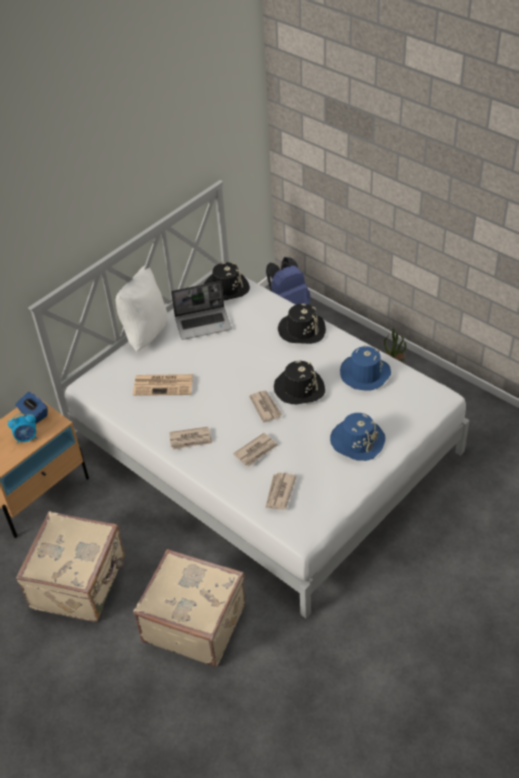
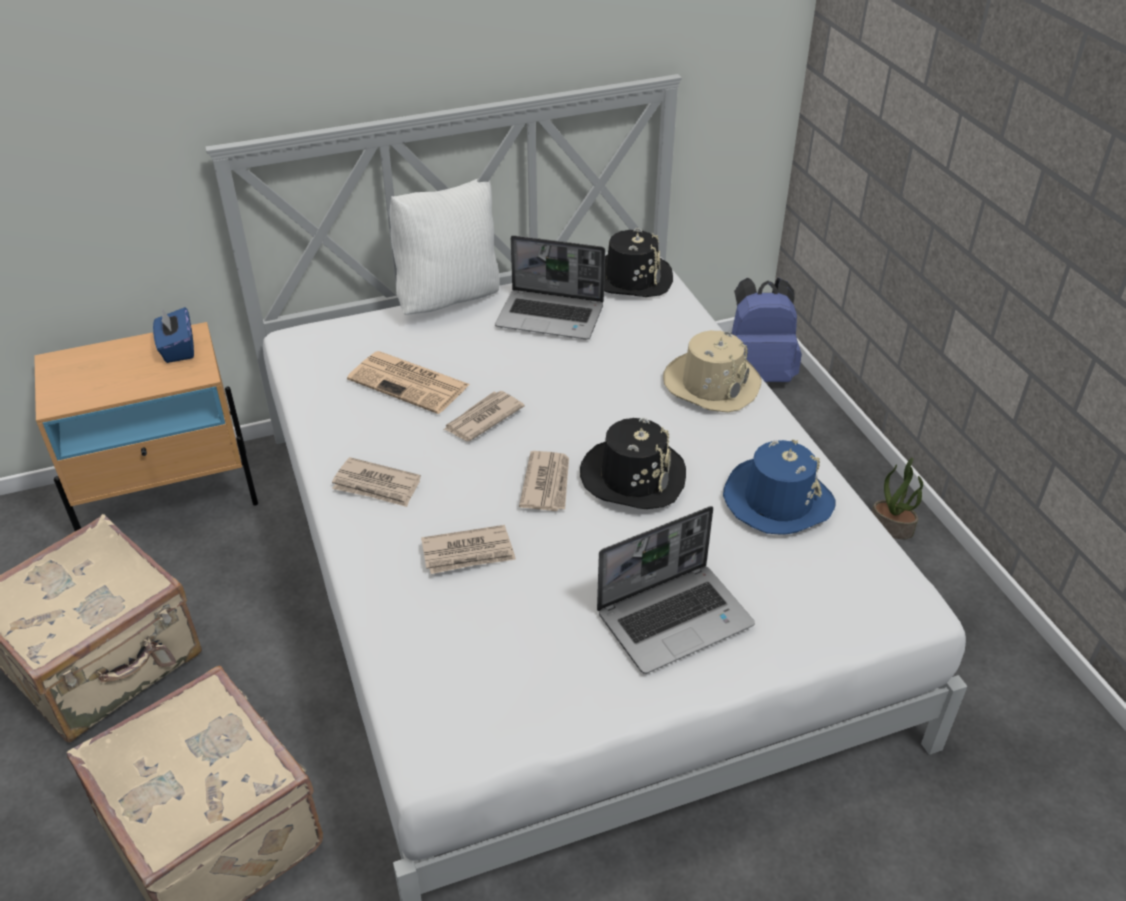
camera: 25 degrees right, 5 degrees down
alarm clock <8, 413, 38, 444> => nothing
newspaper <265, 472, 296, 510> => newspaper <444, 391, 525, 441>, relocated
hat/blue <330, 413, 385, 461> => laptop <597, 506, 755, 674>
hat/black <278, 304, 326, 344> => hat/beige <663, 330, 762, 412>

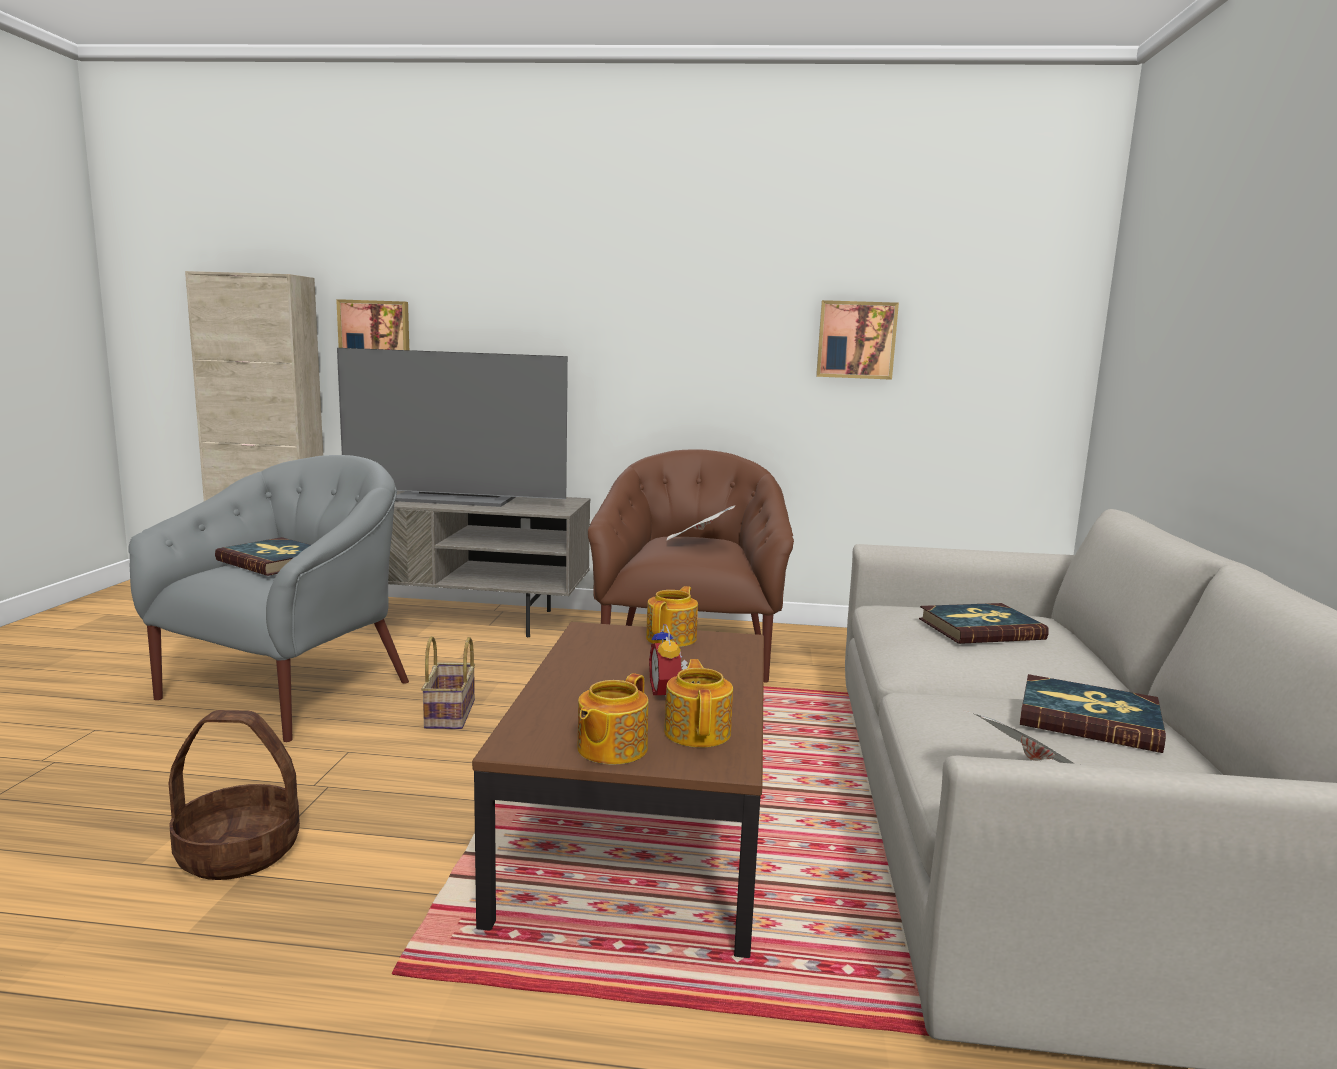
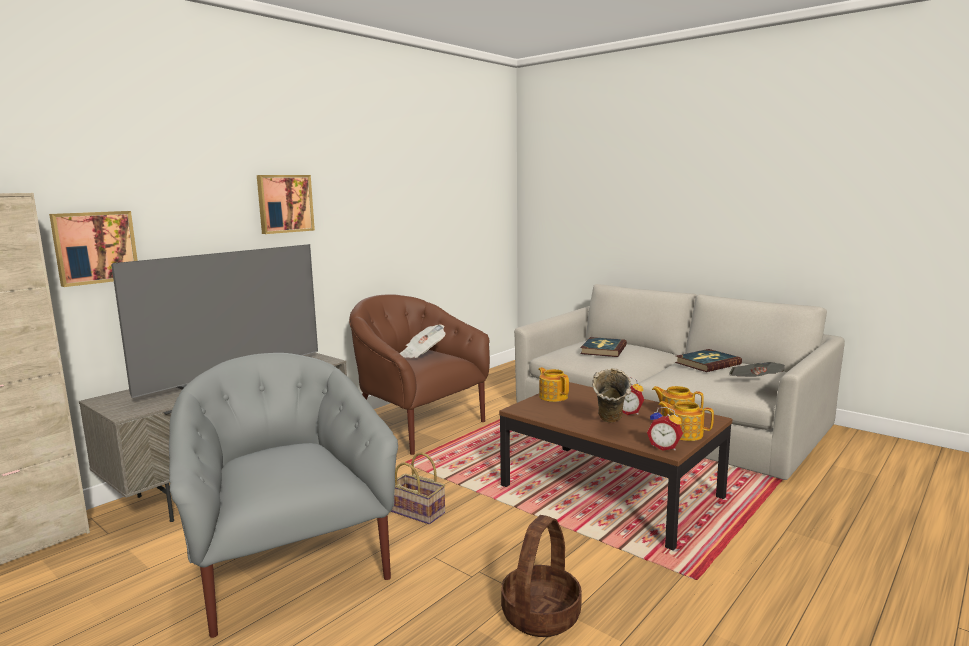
camera: 55 degrees left, 0 degrees up
book <215, 537, 311, 576> => nothing
nothing => vase/beige <592, 368, 631, 423>
nothing => alarm clock <647, 407, 683, 451>
picture <816, 300, 899, 380> => picture <257, 175, 315, 234>, relocated
teapot <578, 673, 648, 765> => teapot <658, 401, 714, 441>, 150 degrees clockwise

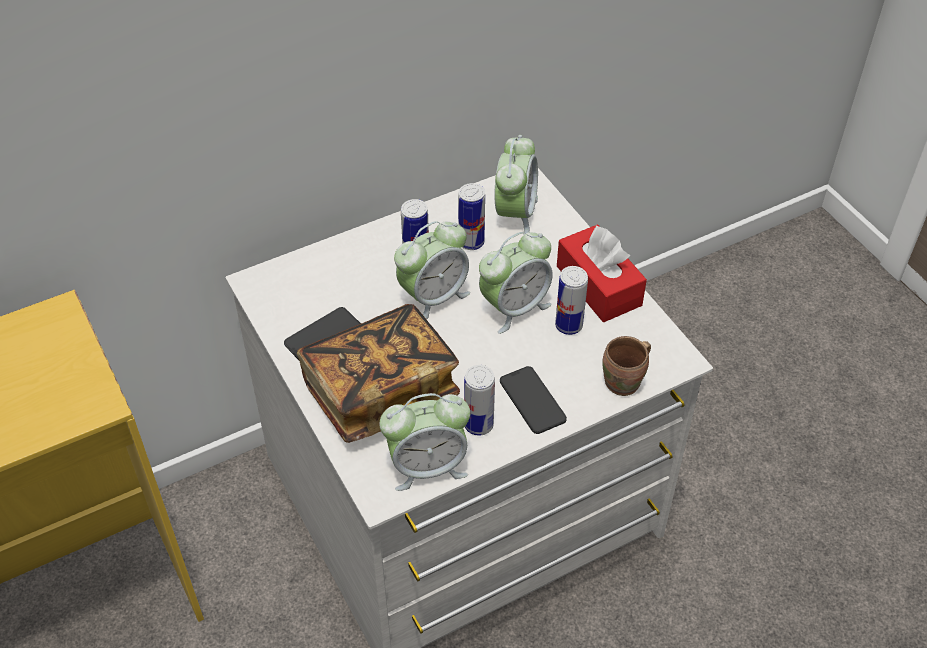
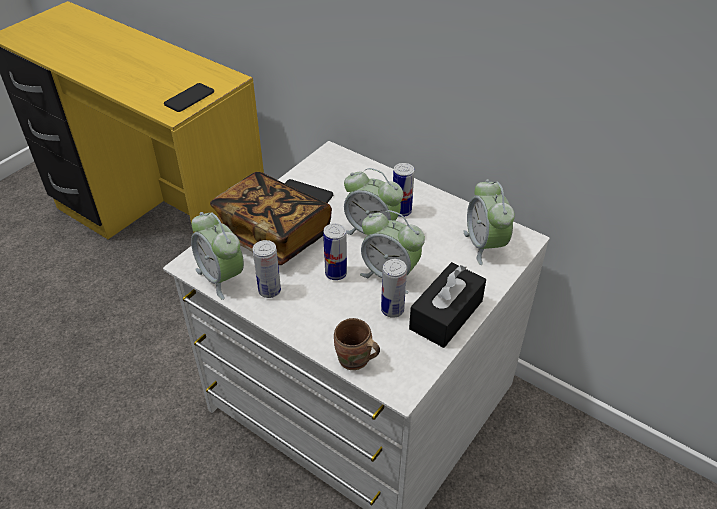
camera: 65 degrees right, 5 degrees down
can <458, 183, 485, 250> => can <323, 223, 347, 280>, relocated
phone <500, 366, 567, 434> => phone <164, 83, 214, 112>, relocated
tissue box/red <557, 224, 647, 322> => tissue box/black <409, 262, 486, 348>
alarm clock <495, 135, 538, 235> => alarm clock <463, 179, 515, 265>, 90 degrees clockwise

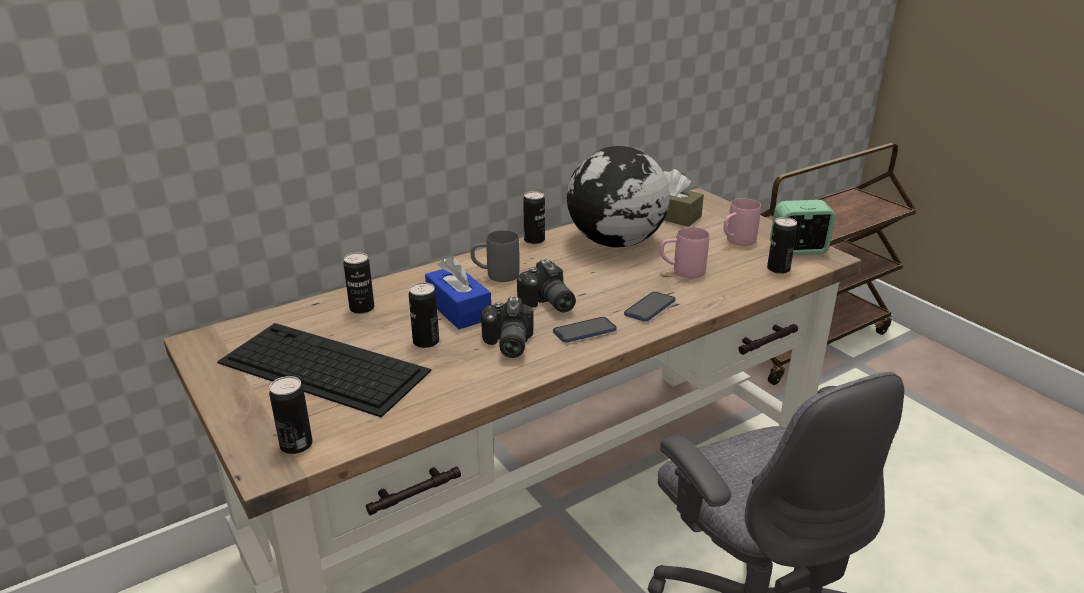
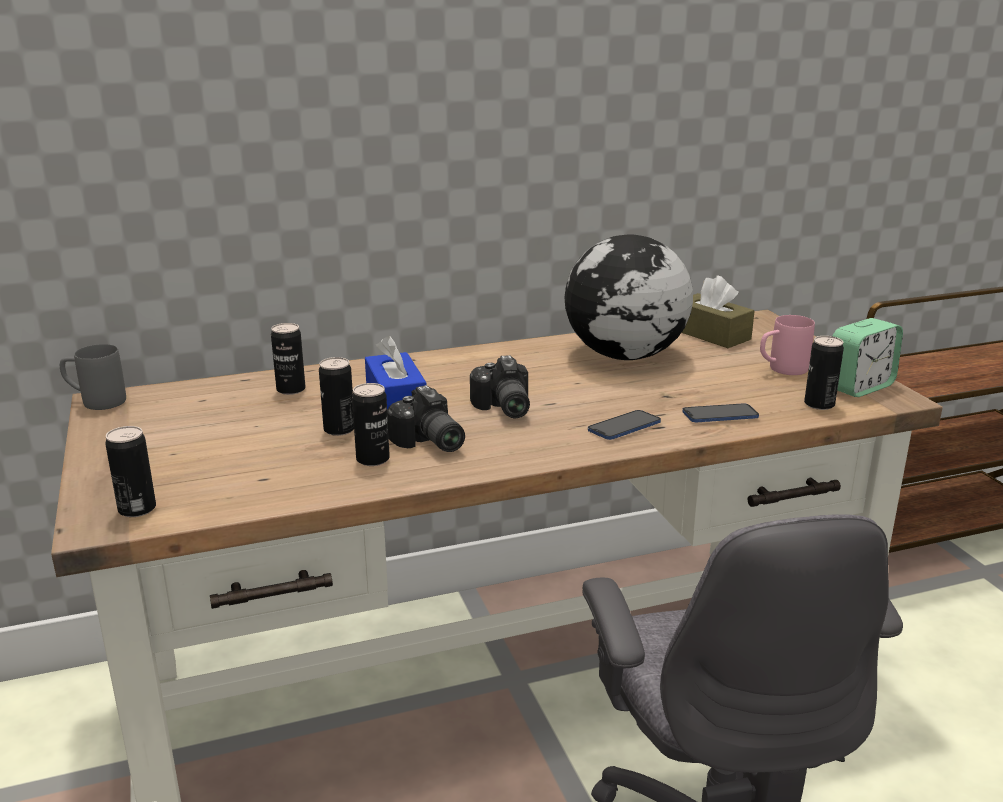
camera: 15 degrees right, 5 degrees down
keyboard <217, 323, 431, 418> => nothing
mug/pink <660, 227, 709, 278> => nothing
mug/grey <471, 230, 520, 282> => mug/grey <60, 344, 126, 410>, relocated
can <523, 191, 545, 244> => can <352, 383, 390, 466>, relocated
phone <553, 317, 617, 343> => phone <682, 403, 759, 422>, relocated
photo camera <481, 297, 533, 358> => photo camera <387, 385, 465, 452>, 45 degrees counterclockwise
alarm clock <770, 200, 836, 255> => alarm clock <833, 318, 903, 397>, 135 degrees clockwise

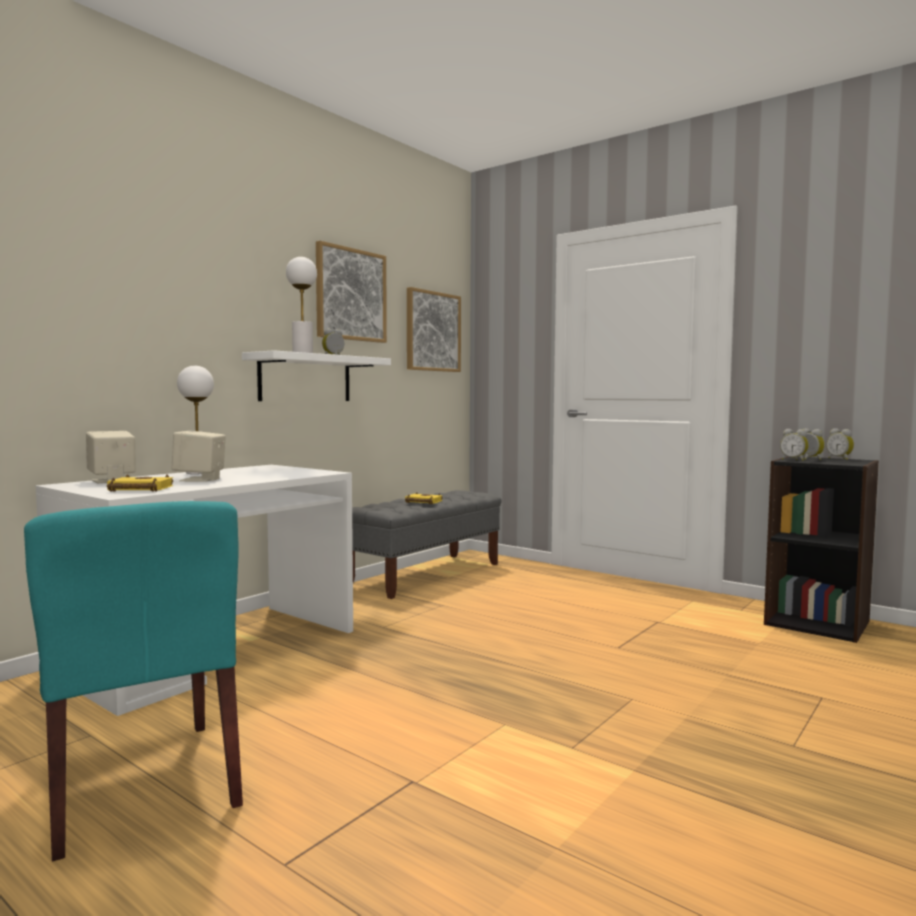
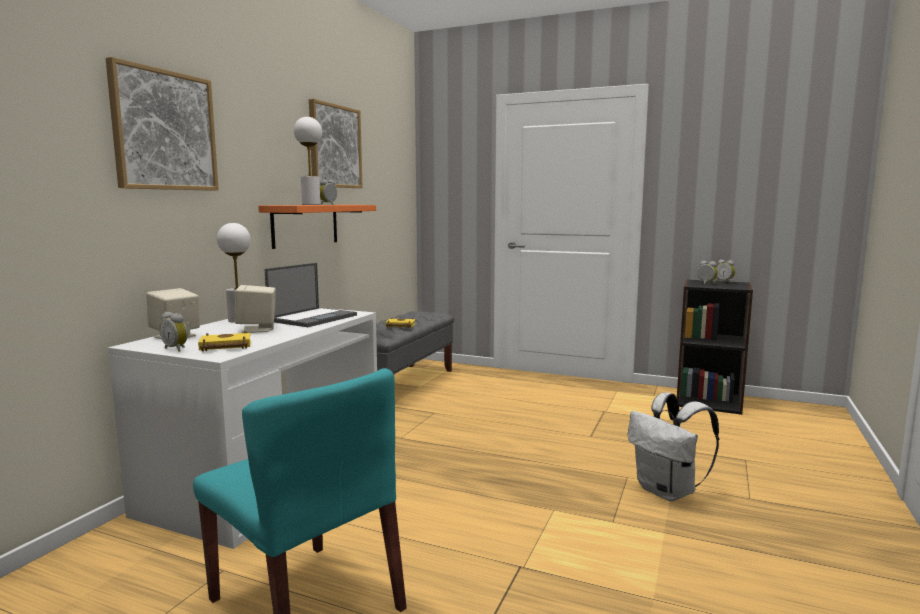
camera: 15 degrees left, 5 degrees up
nothing => laptop <265, 263, 357, 327>
nothing => backpack/white <627, 393, 719, 501>
picture <407, 287, 461, 372> => picture <106, 57, 219, 191>, relocated
alarm clock <780, 429, 809, 461> => alarm clock <159, 312, 188, 352>, relocated
shelf/white <242, 350, 391, 401> => shelf/orange <258, 205, 376, 249>

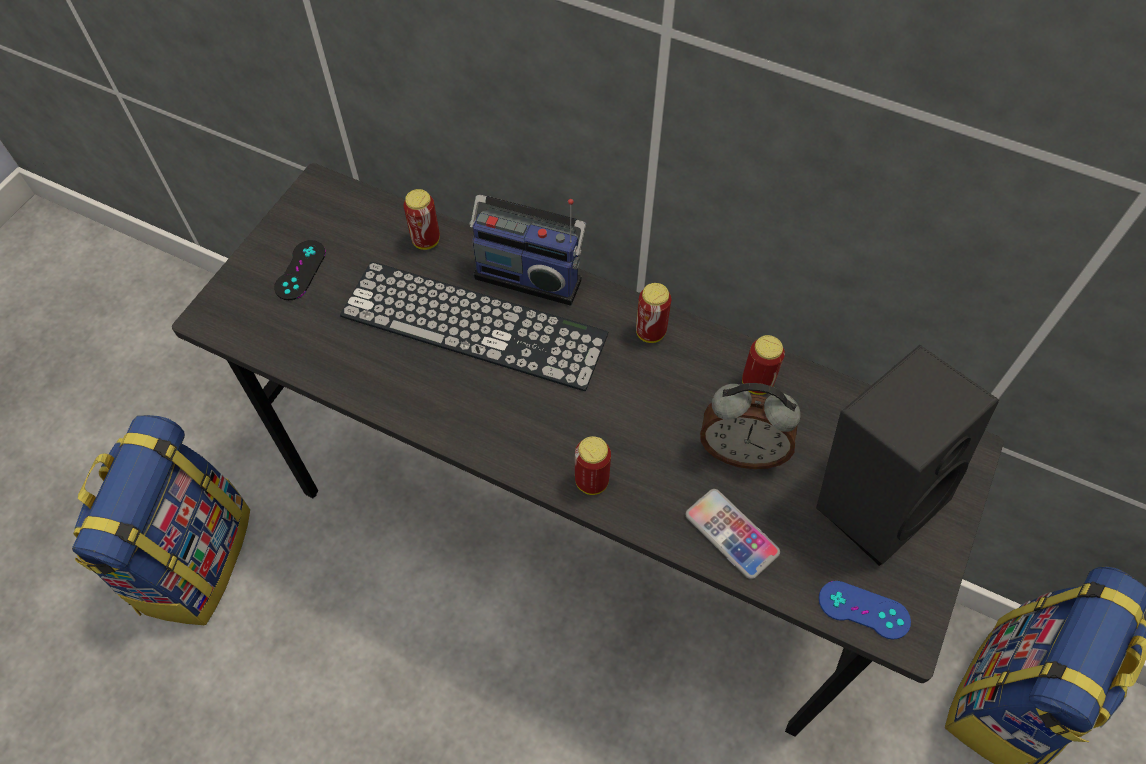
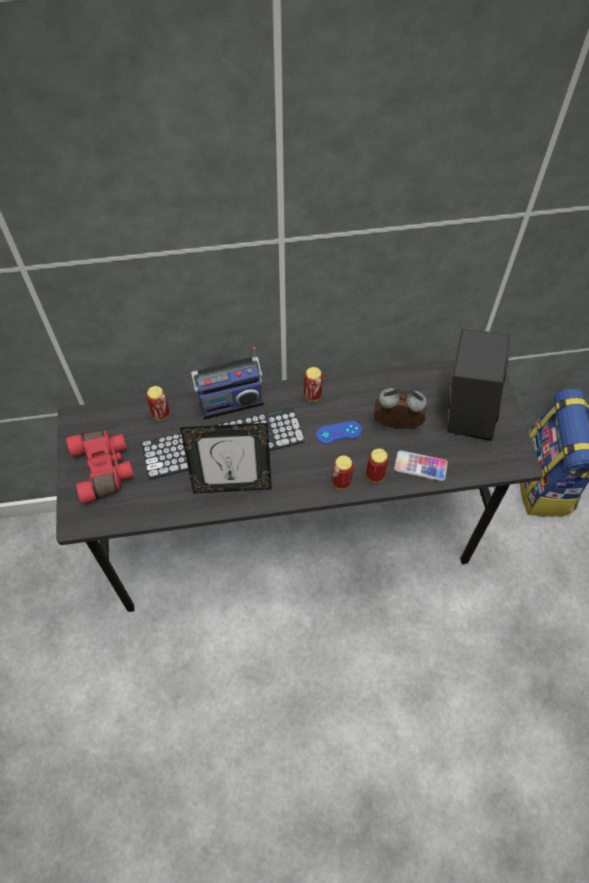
camera: 35 degrees left, 0 degrees up
backpack <72, 415, 250, 625> => nothing
nothing => picture frame <180, 423, 272, 494>
can <742, 335, 785, 395> => can <366, 449, 389, 483>, relocated
game controller/blue <819, 581, 911, 640> => game controller/blue <316, 421, 362, 444>, relocated
game controller/black <274, 240, 326, 300> => binoculars/red <66, 430, 134, 504>
alarm clock <700, 383, 801, 469> => alarm clock <374, 388, 427, 429>, 150 degrees counterclockwise

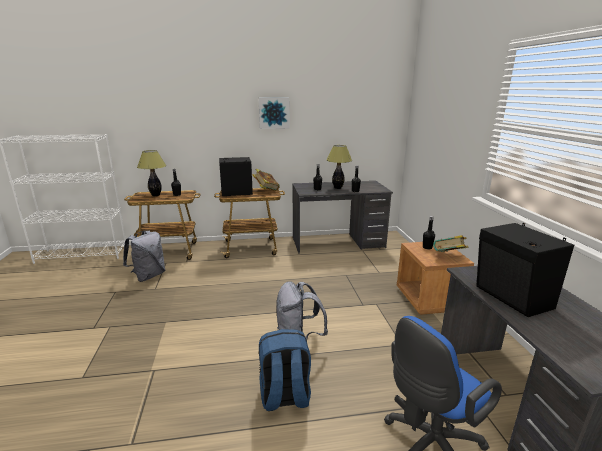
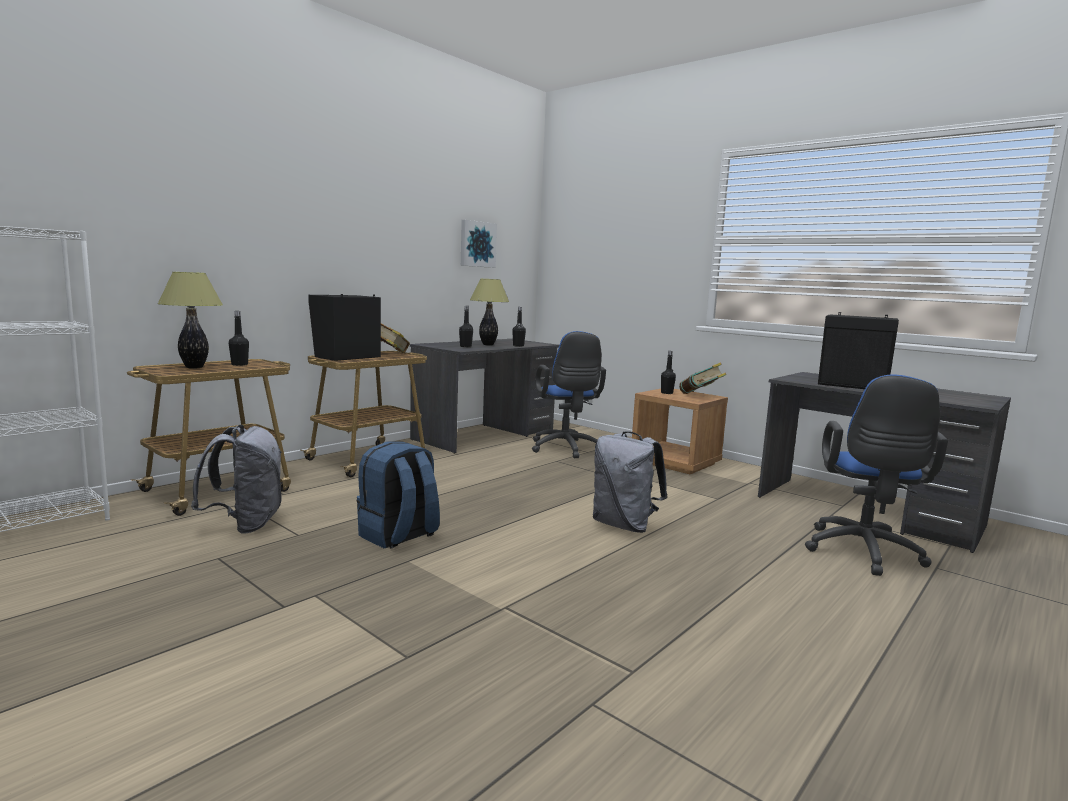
camera: 40 degrees left, 10 degrees down
nothing => office chair/blue <532, 331, 606, 458>
picture <259, 97, 290, 129> => picture <461, 220, 497, 268>, relocated
backpack/blue <259, 329, 311, 411> => backpack/blue <357, 442, 440, 549>, relocated

